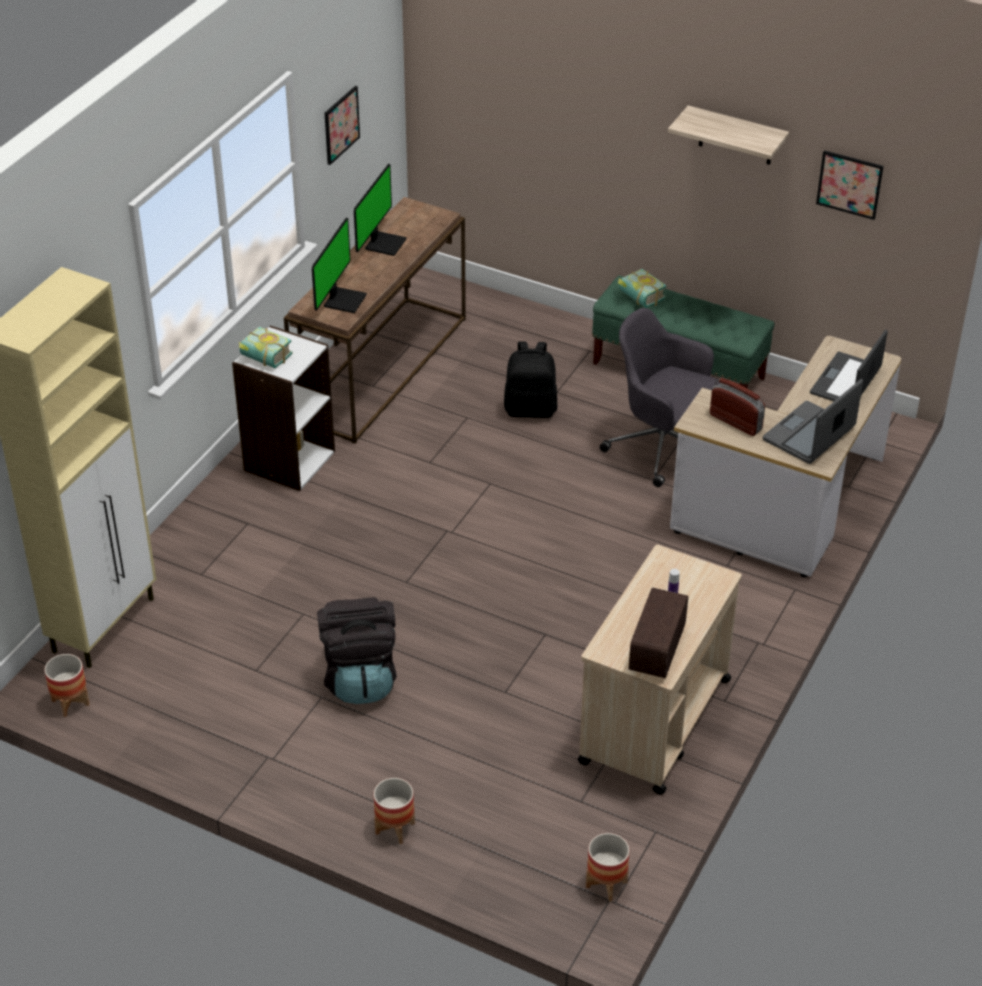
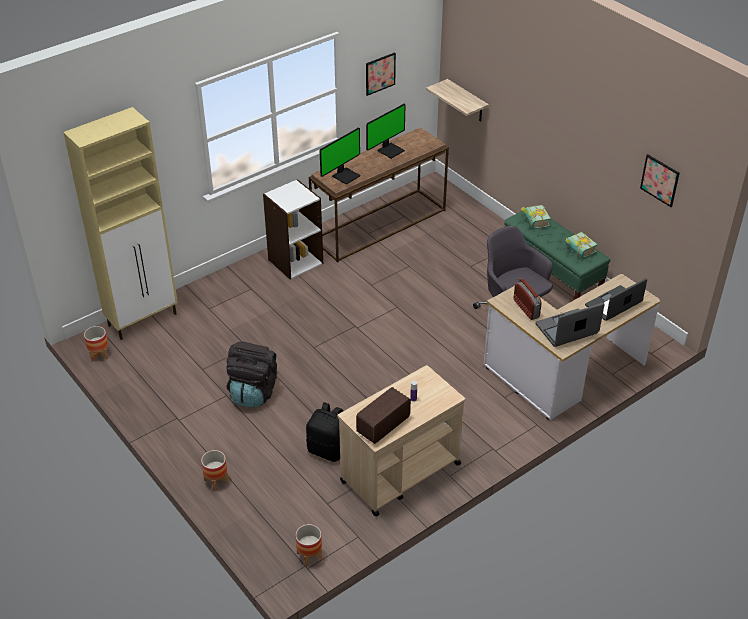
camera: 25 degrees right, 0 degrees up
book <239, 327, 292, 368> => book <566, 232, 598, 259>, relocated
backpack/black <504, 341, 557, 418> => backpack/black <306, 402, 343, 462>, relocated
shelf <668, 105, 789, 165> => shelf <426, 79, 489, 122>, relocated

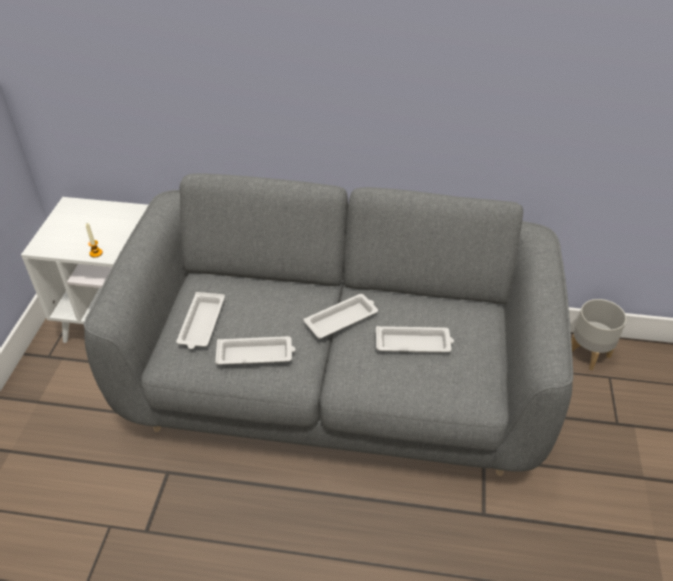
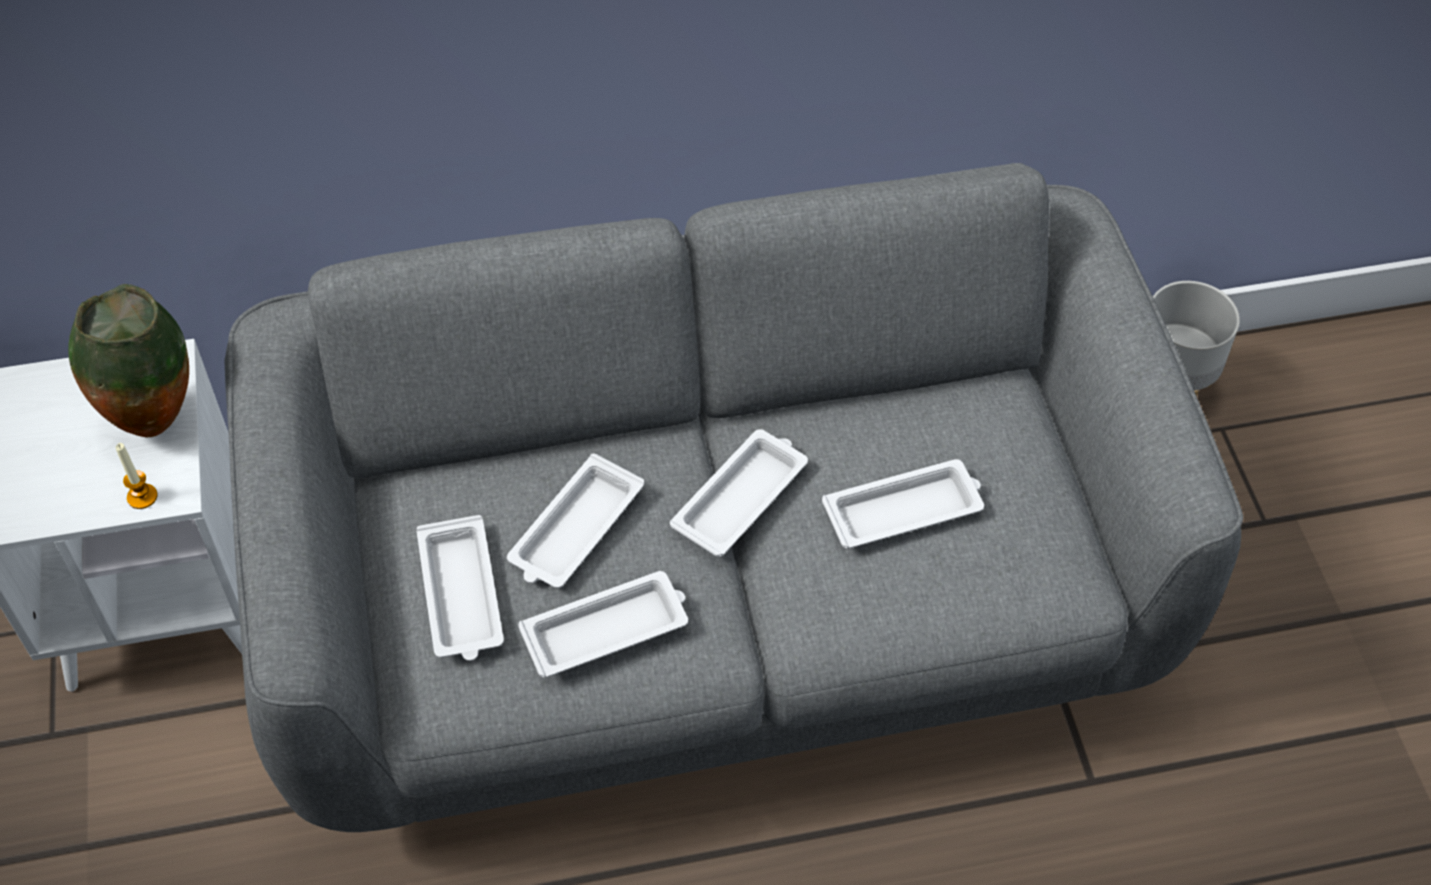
camera: 20 degrees left, 10 degrees up
nothing => vase <68, 284, 189, 437>
nothing => tray/white <507, 453, 644, 588>

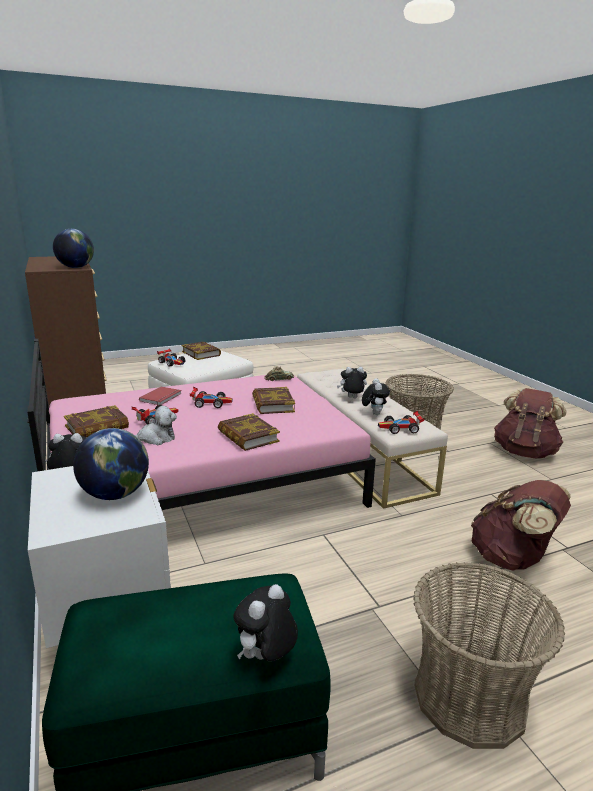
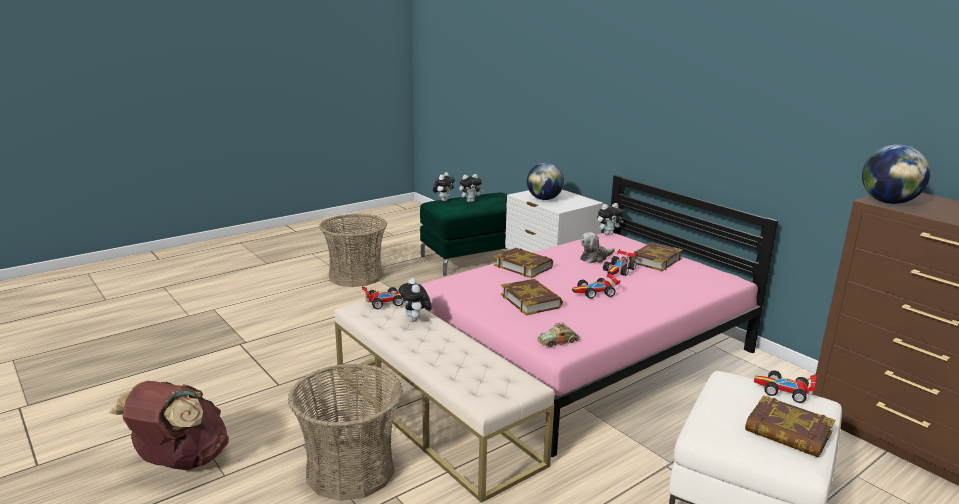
camera: 165 degrees right, 0 degrees up
book/red <139, 386, 182, 405> => nothing
backpack/brown <471, 480, 571, 571> => nothing
plush toy <337, 367, 367, 398> => plush toy <459, 174, 484, 202>, relocated

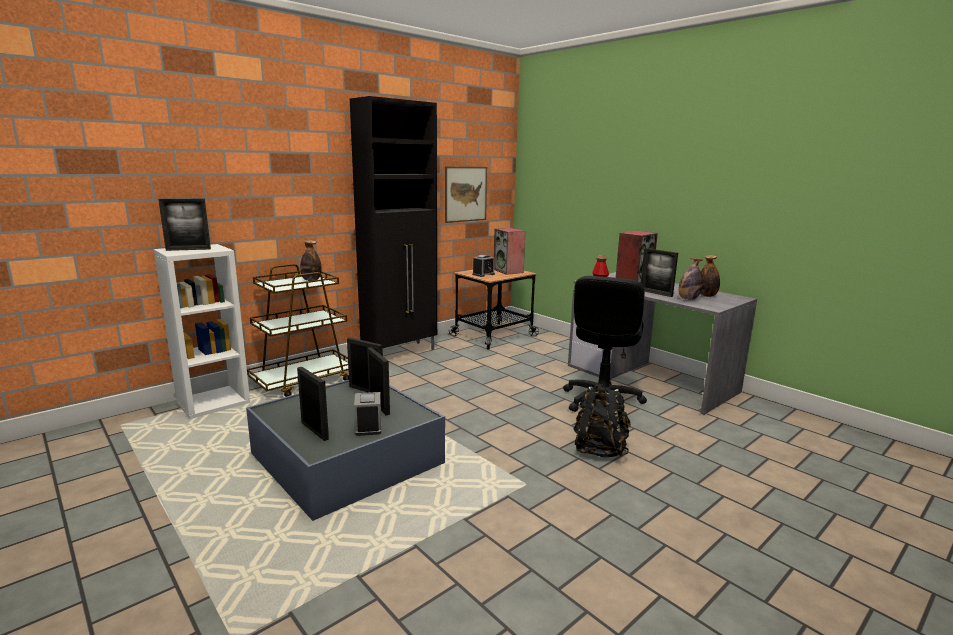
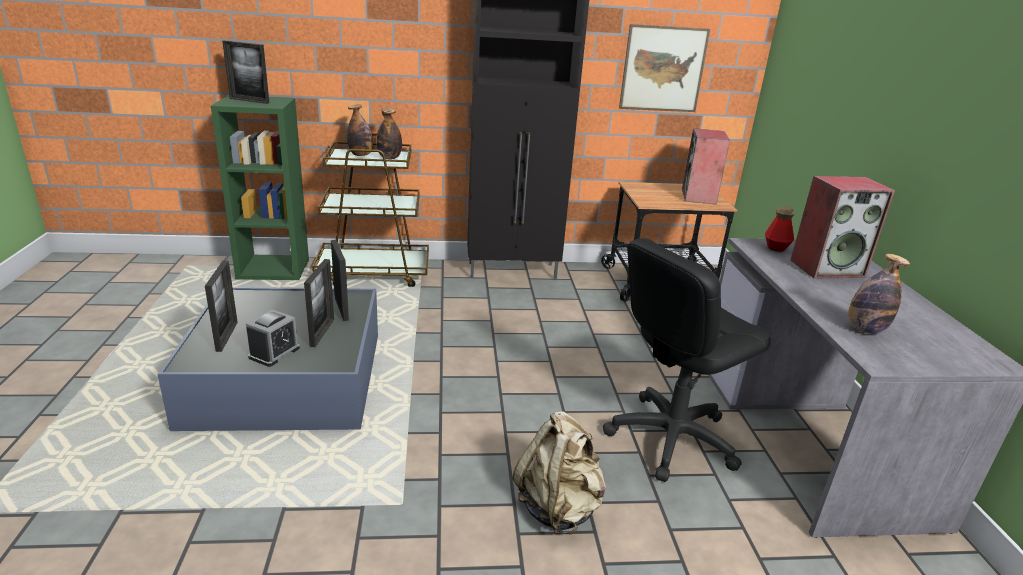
camera: 35 degrees right, 10 degrees up
alarm clock <472, 255, 495, 277> => nothing
picture frame <641, 248, 678, 297> => nothing
bottle <700, 255, 720, 297> => bottle <347, 104, 373, 156>, relocated
bookcase/white <154, 244, 250, 419> => bookcase/green <211, 95, 309, 280>
backpack/black <573, 384, 631, 457> => backpack/beige <513, 411, 606, 534>

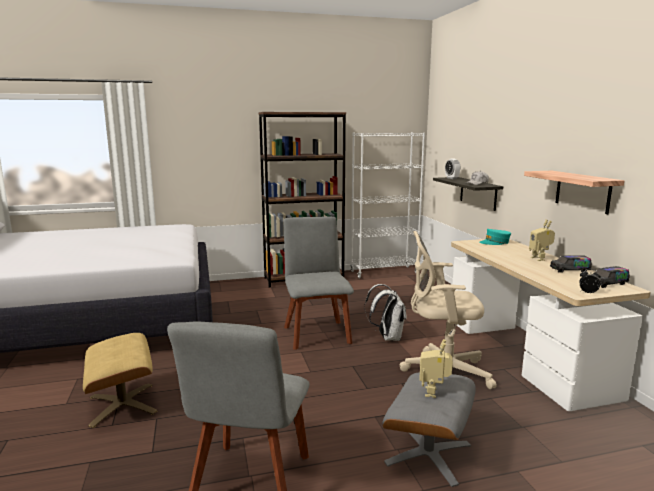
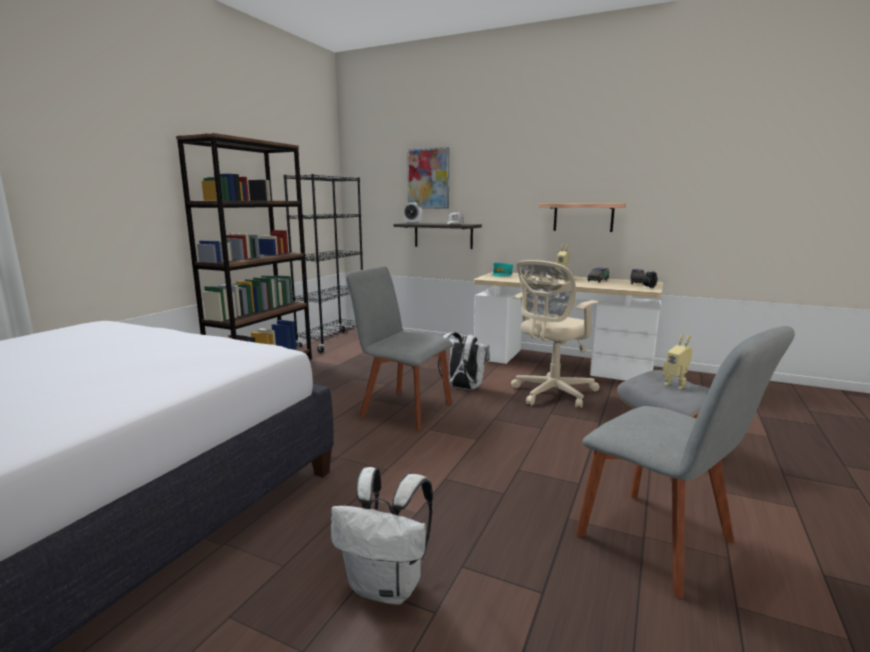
camera: 50 degrees left, 0 degrees up
nothing => picture <407, 147, 449, 209>
ottoman/beige <83, 333, 157, 428> => backpack/white <331, 467, 433, 605>
bookcase/white <350, 132, 425, 278> => bookcase/black <284, 174, 363, 353>

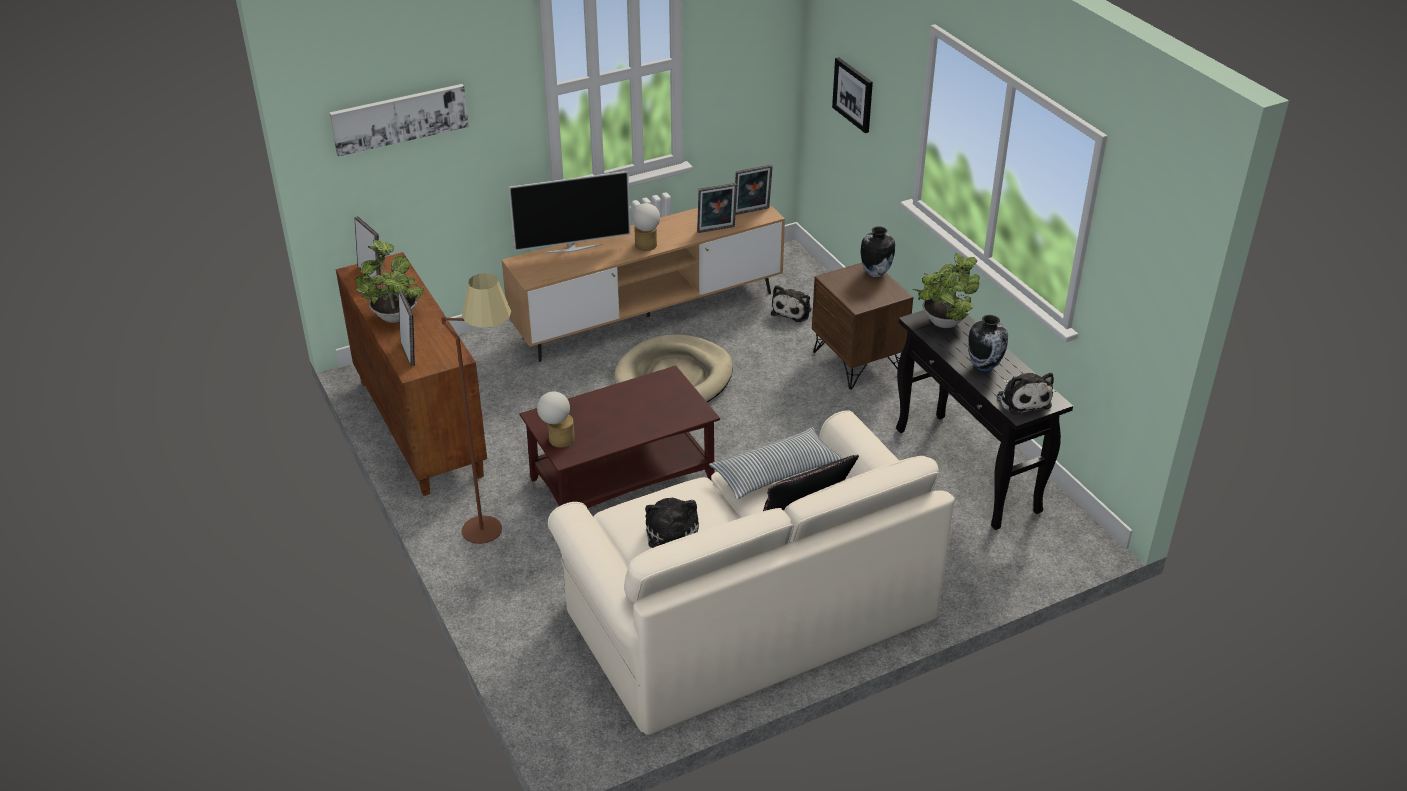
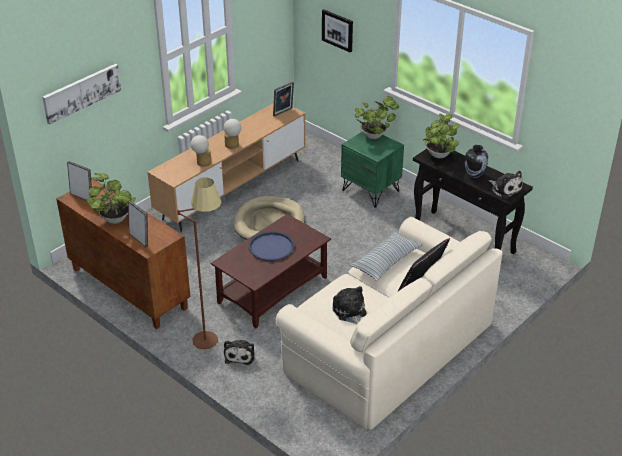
camera: 20 degrees left, 0 degrees up
television <509, 171, 631, 253> => nothing
picture frame <697, 183, 737, 233> => nothing
nothing => tray/blue <248, 231, 295, 261>
table lamp <537, 392, 575, 448> => table lamp <191, 135, 211, 167>, relocated
plush toy <771, 285, 812, 322> => plush toy <224, 339, 254, 365>, relocated
vase <860, 227, 895, 277> => potted plant <355, 96, 399, 139>
nightstand/brown <812, 263, 913, 389> => nightstand/green <341, 132, 404, 208>

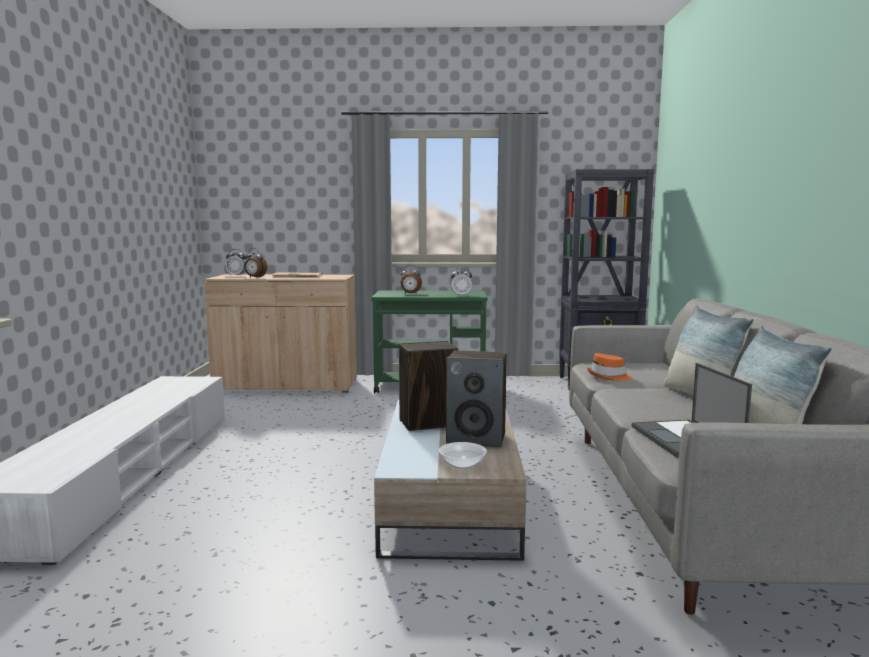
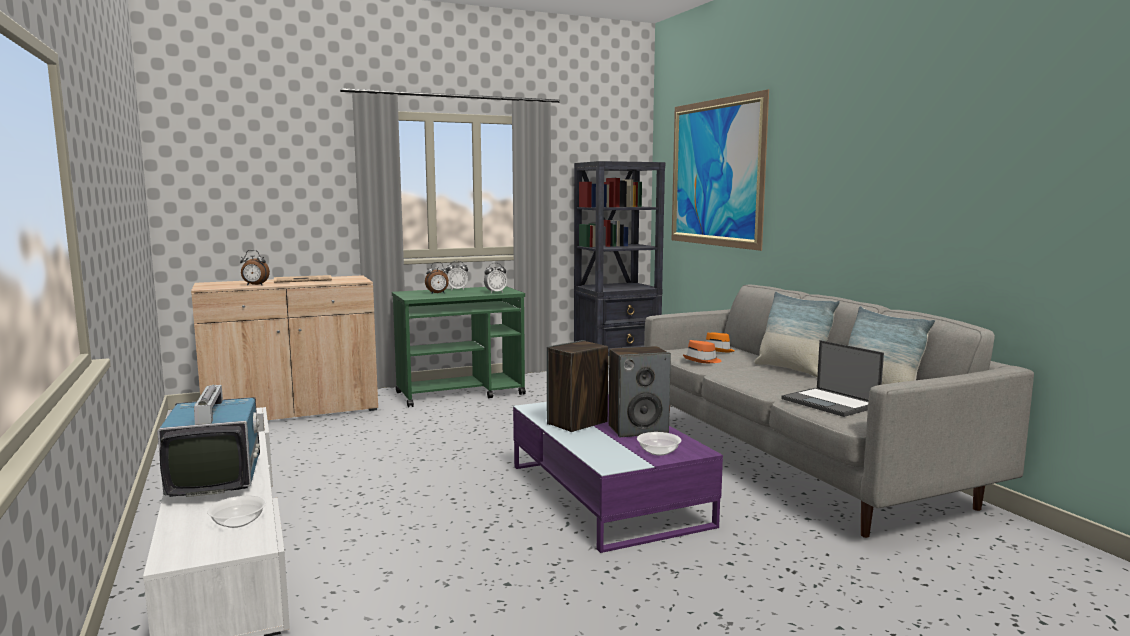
camera: 25 degrees left, 0 degrees up
nothing => television <157, 385, 264, 497>
nothing => bowl <207, 496, 266, 528>
nothing => picture <672, 89, 769, 251>
nothing => hat/orange <706, 333, 734, 352>
alarm clock <226, 249, 246, 277> => alarm clock <447, 261, 468, 290>, relocated
coffee table/beige <374, 400, 527, 561> => coffee table/purple <513, 394, 723, 553>

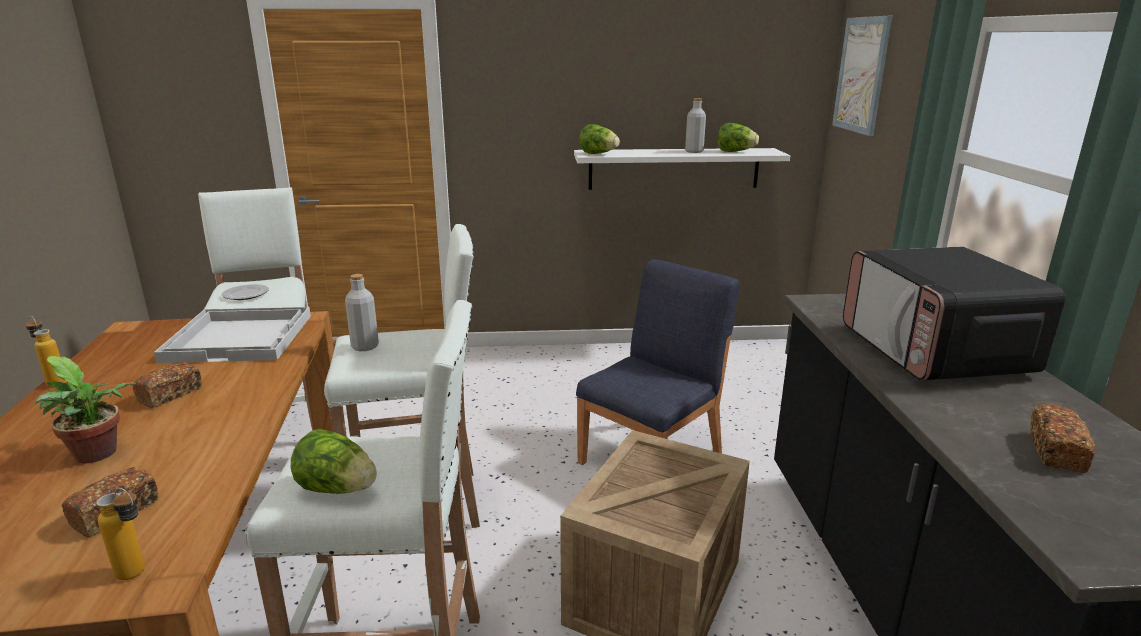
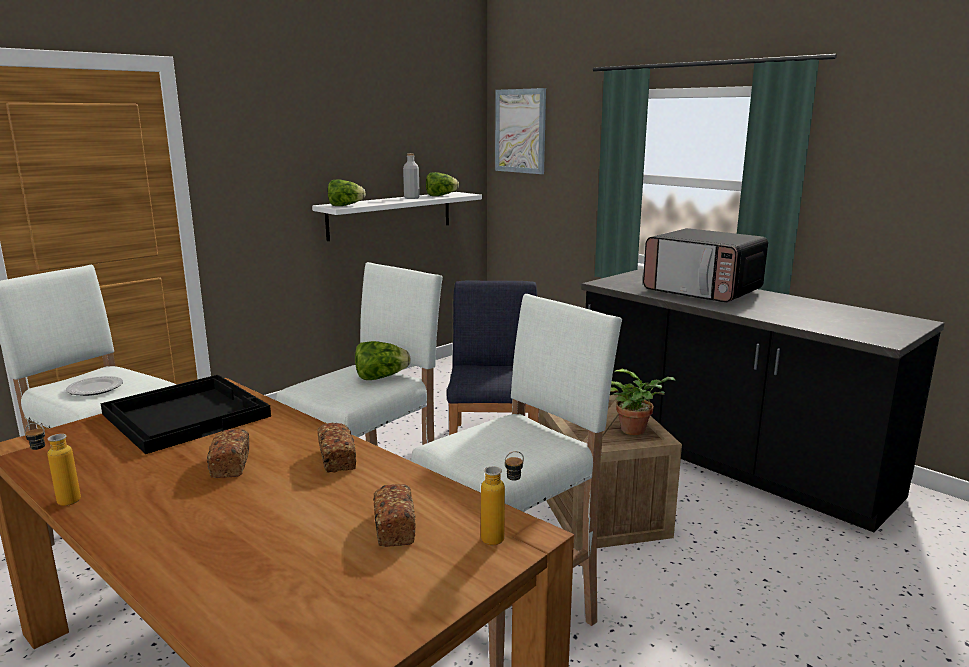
camera: 40 degrees left, 5 degrees down
bottle/grey <345, 274, 379, 351> => nothing
potted plant <35, 356, 136, 463> => potted plant <610, 369, 676, 435>, relocated
lettuce <291, 429, 377, 494> => lettuce <355, 341, 411, 380>, relocated
bread <1030, 403, 1095, 473> => bread <317, 423, 356, 473>, relocated
tray/white <154, 307, 311, 363> => tray/black <100, 375, 271, 454>

